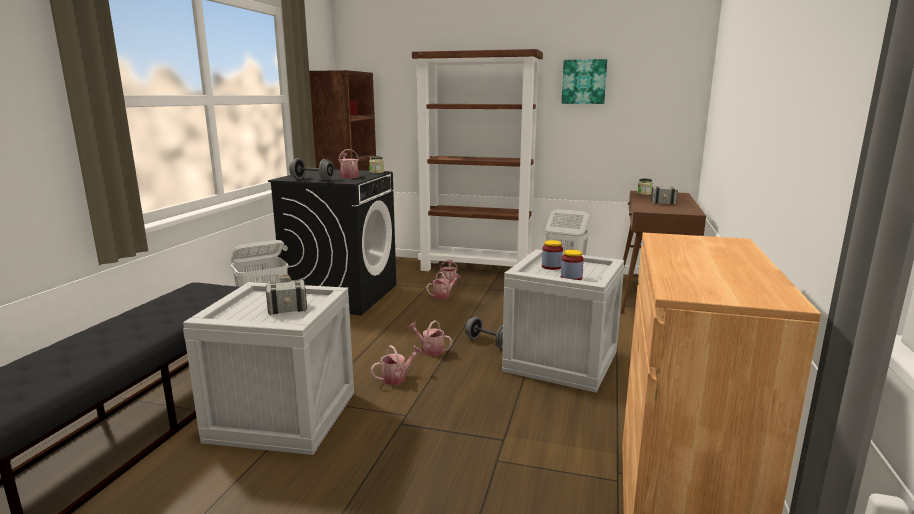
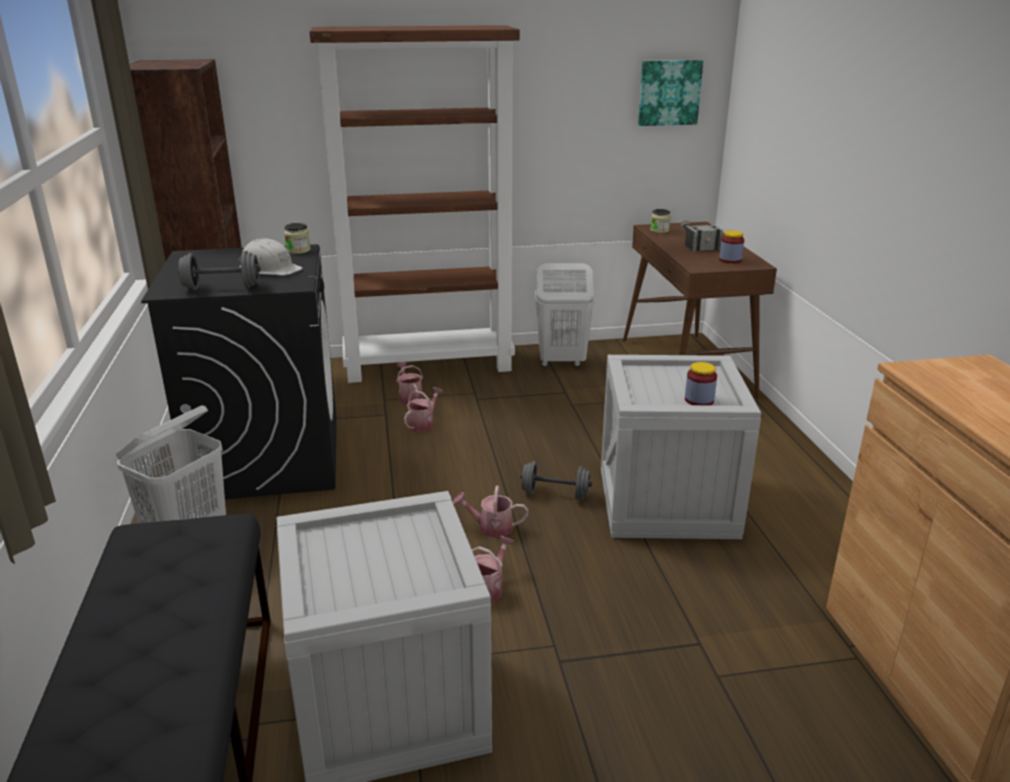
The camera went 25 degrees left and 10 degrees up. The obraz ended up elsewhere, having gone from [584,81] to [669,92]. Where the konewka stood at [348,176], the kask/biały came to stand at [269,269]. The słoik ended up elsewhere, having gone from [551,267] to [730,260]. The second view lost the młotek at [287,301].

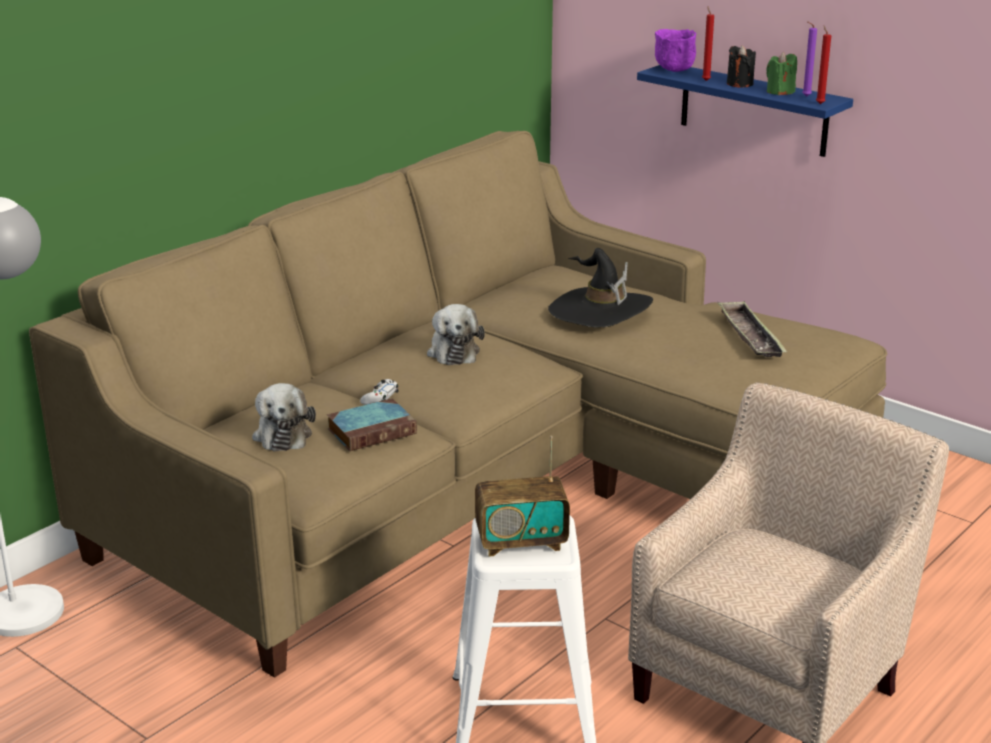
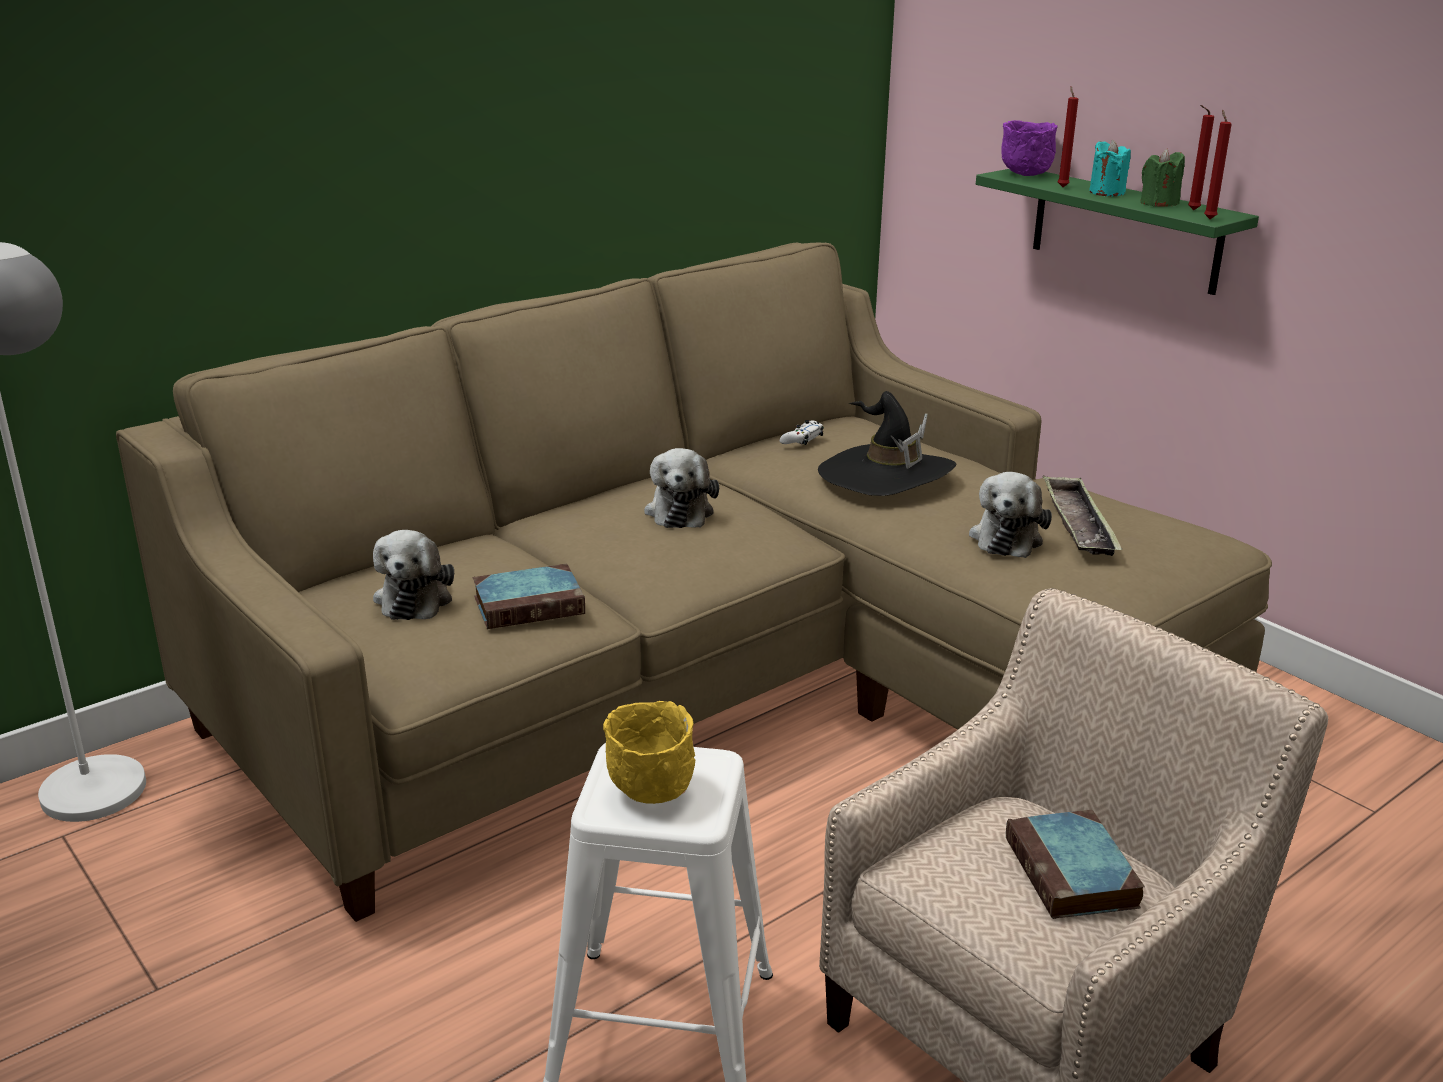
The camera went 10 degrees right and 0 degrees up. What was the świeca/fioletowy at [805,96] turned into the świeca/czerwony at [1191,210]. What was the świeca/czarny at [739,84] turned into the świeca/turkusowy at [1107,192]. What was the półka/niebieski at [753,110] turned into the półka/zielony at [1125,230]. The pad do gier/biały ended up elsewhere, having gone from [380,397] to [802,439]. Where the radio stood at [521,542], the miska/żółty came to stand at [652,790]. The second view gained the pluszak at [1007,537]. The second view gained the książka at [1073,874].

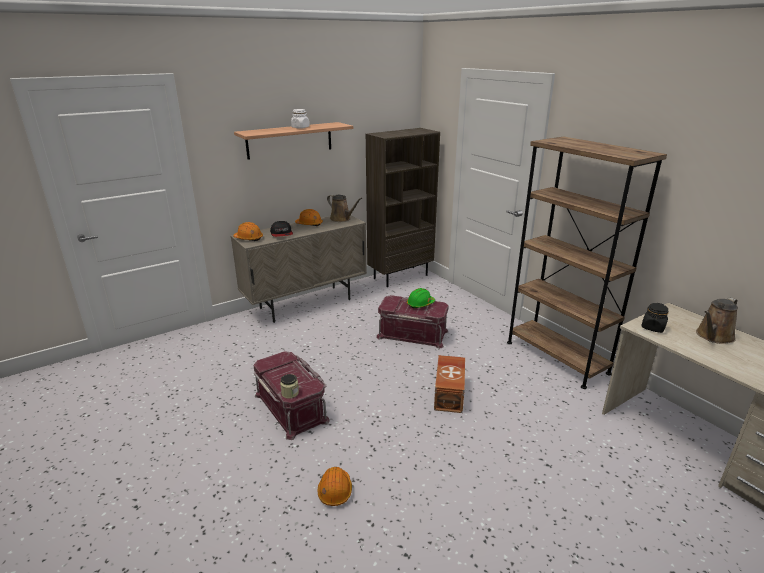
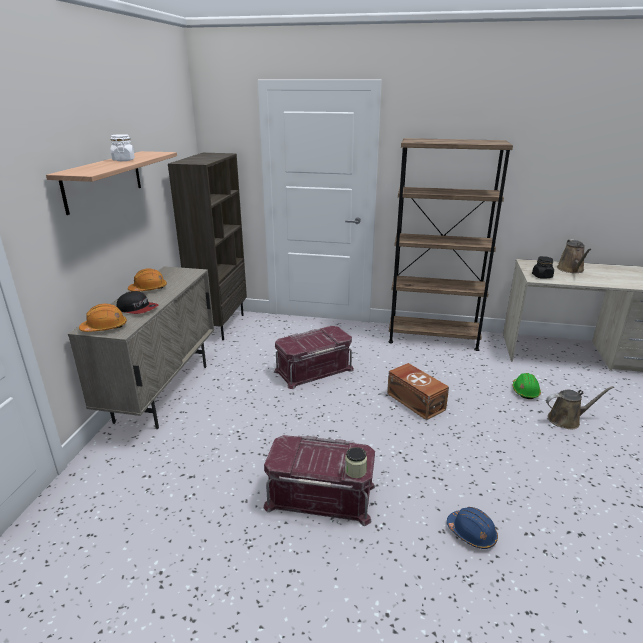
The camera went 45 degrees left and 0 degrees up. The konewka/brązowy ended up elsewhere, having gone from [342,219] to [567,420]. The kask/zielony ended up elsewhere, having gone from [420,304] to [525,391]. What was the kask/pomarańczowy at [335,491] turned into the kask/niebieski at [471,533].

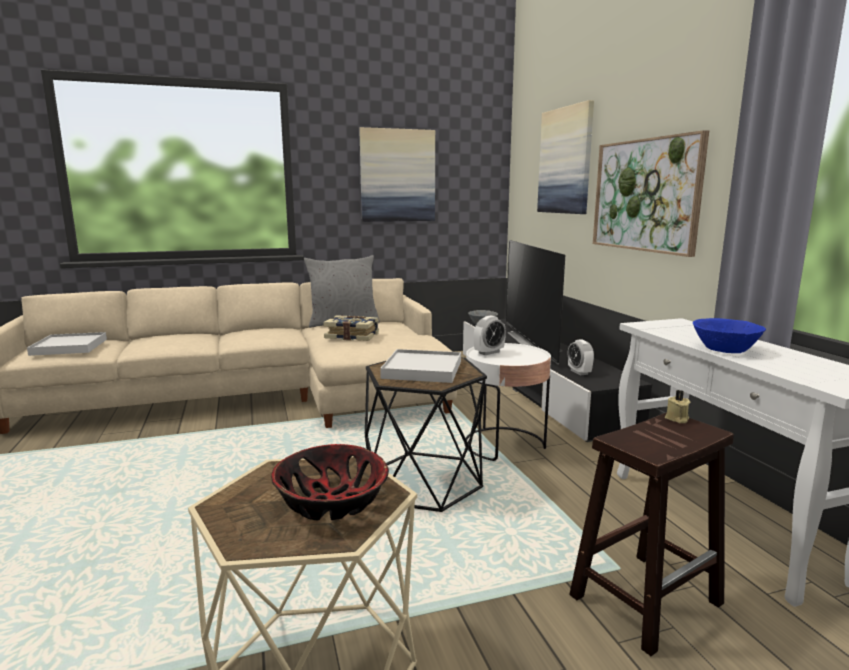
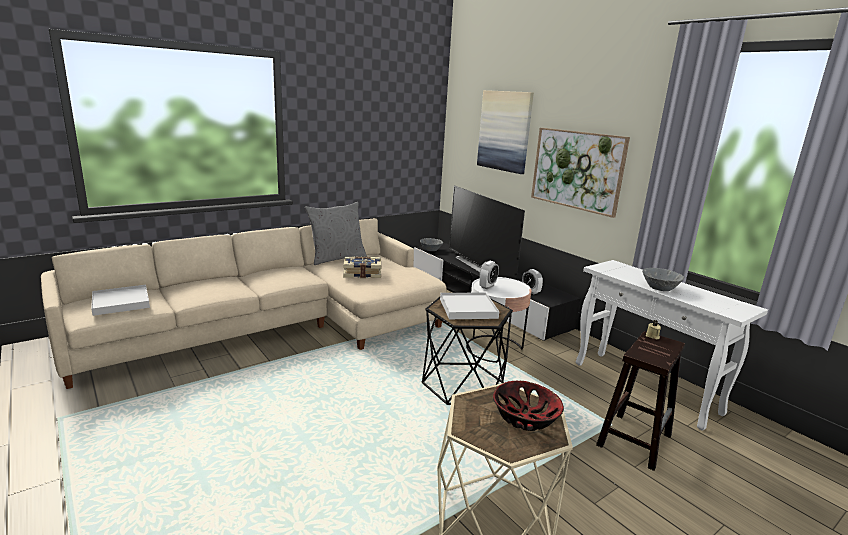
The camera went 20 degrees left and 5 degrees up. The second view lost the obraz at [397,176]. What was the miska/niebieski at [724,349] turned into the miska/szary at [659,288].

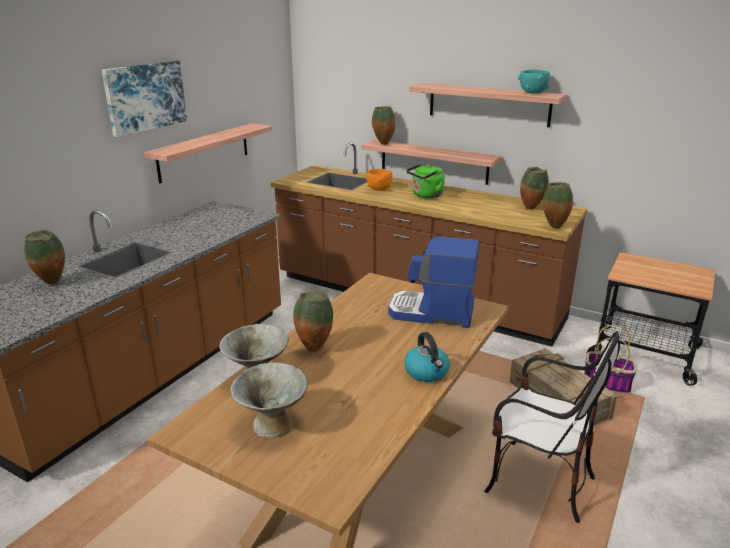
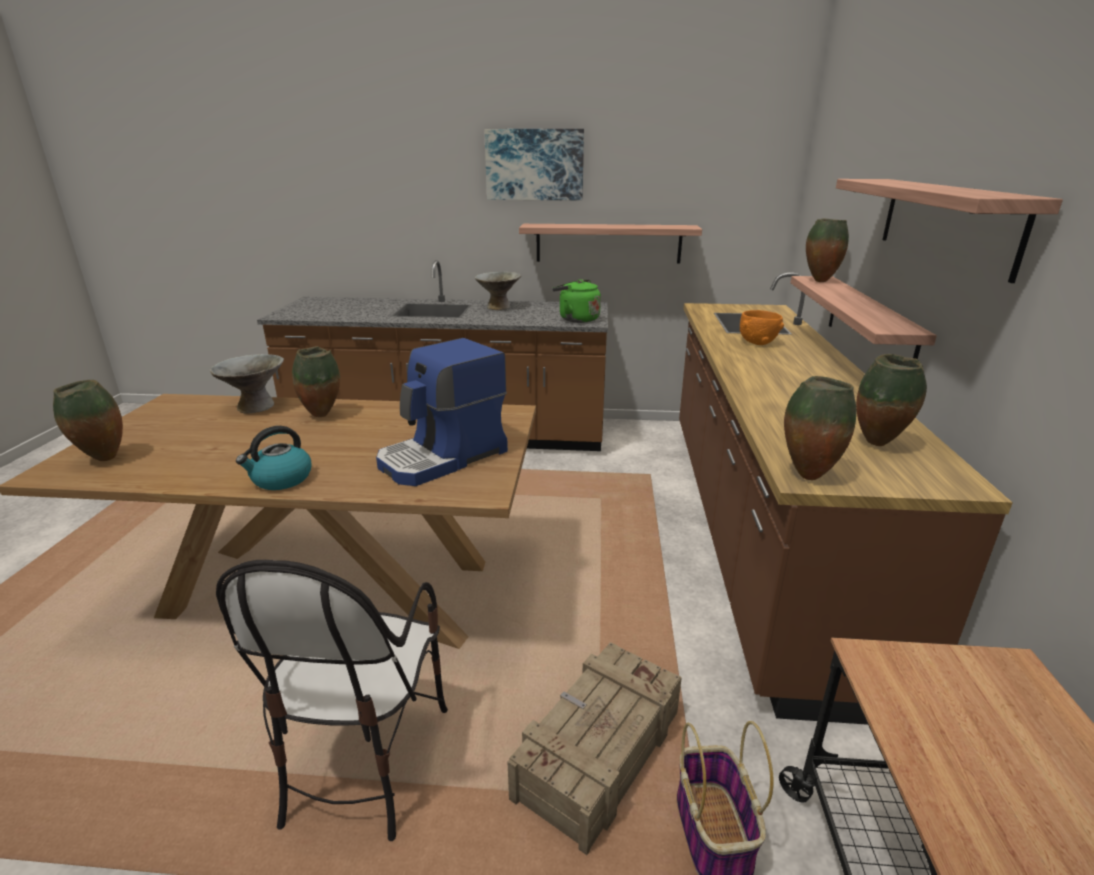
The camera went 65 degrees right and 0 degrees up. The second view lost the miska/turkusowy at [532,93]. The czajnik/zielony ended up elsewhere, having gone from [426,195] to [576,319]. The wazon ended up elsewhere, having gone from [52,283] to [103,460]. The ekspres do kawy at [432,313] ended up facing another way, 120 degrees counterclockwise from before. The miska/szary ended up elsewhere, having gone from [273,425] to [499,307].

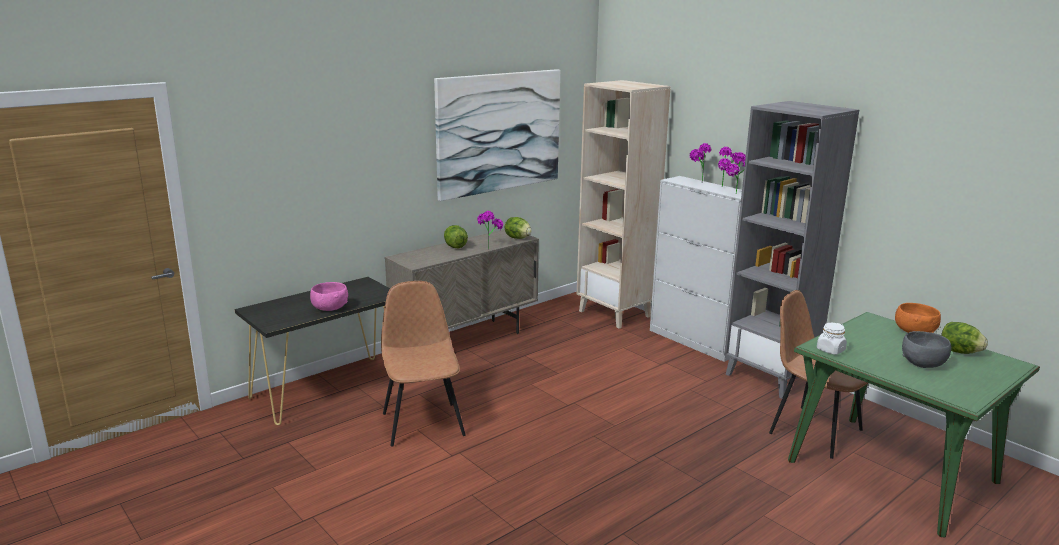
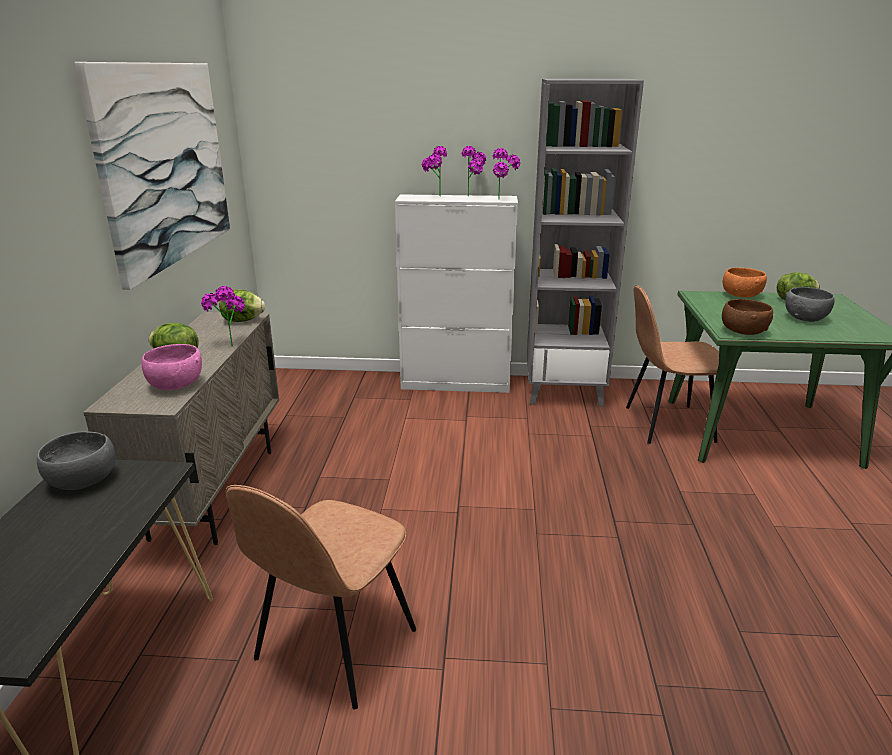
The camera went 45 degrees left and 5 degrees up. The second view lost the regał/beżowy at [615,314]. The krzesło/brązowy at [423,423] ended up facing another way, 90 degrees counterclockwise from before. The miska/różowy ended up elsewhere, having gone from [329,308] to [175,385]. Where the słoik/biały stood at [830,350], the miska/brązowy came to stand at [743,332]. The second view gained the miska/szary at [83,481].

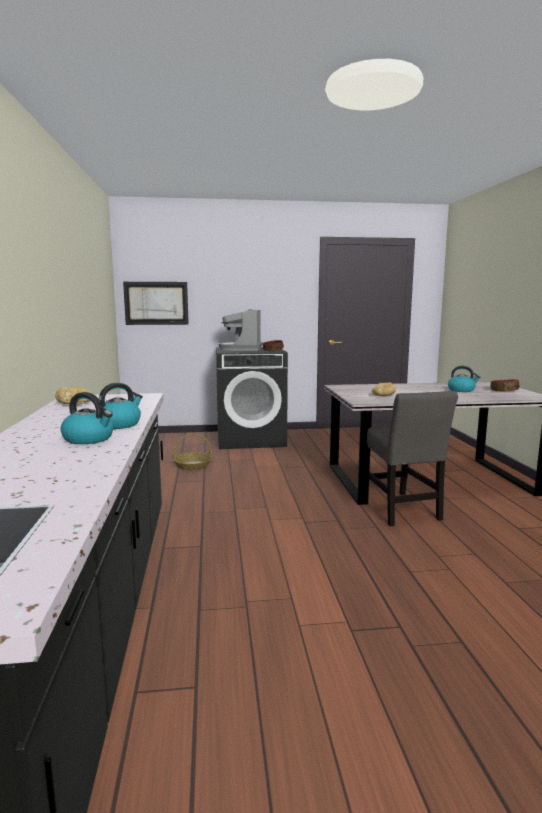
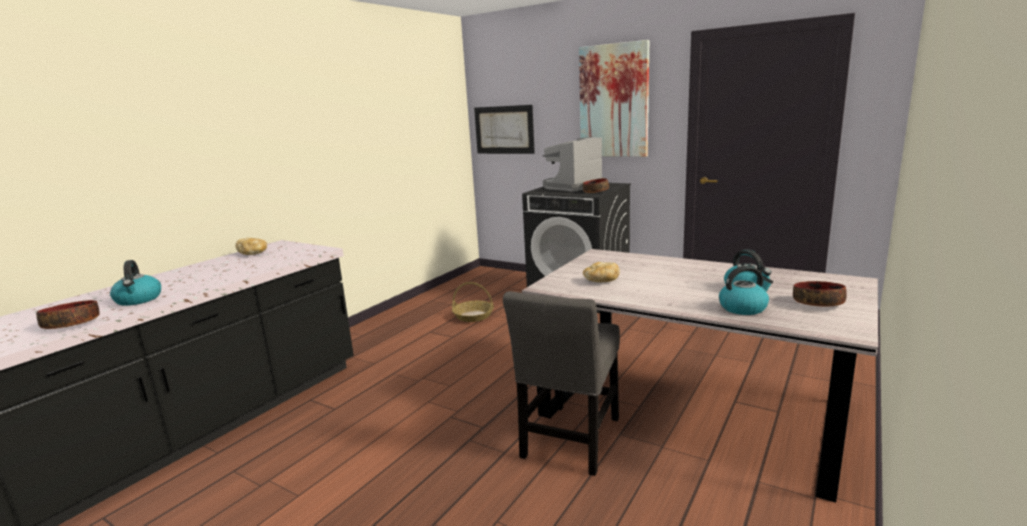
The camera went 40 degrees right and 5 degrees up. The czajnik ended up elsewhere, having gone from [119,424] to [743,308]. The second view gained the obraz at [613,101]. The second view gained the miska at [72,324].

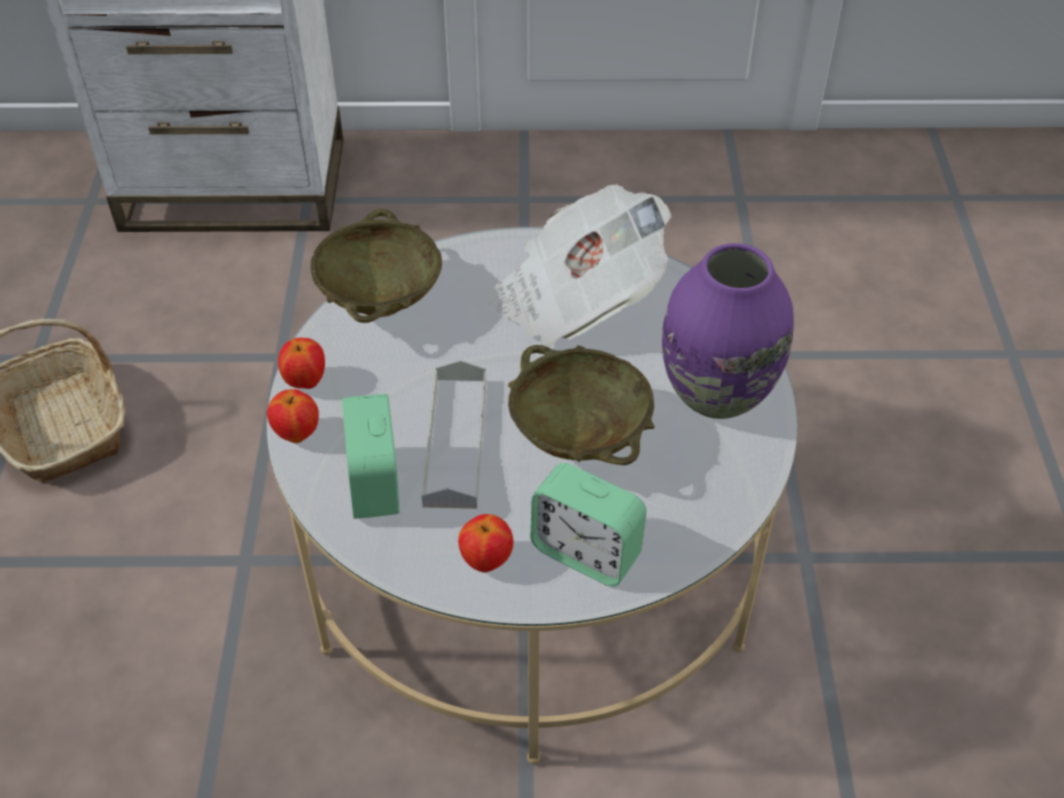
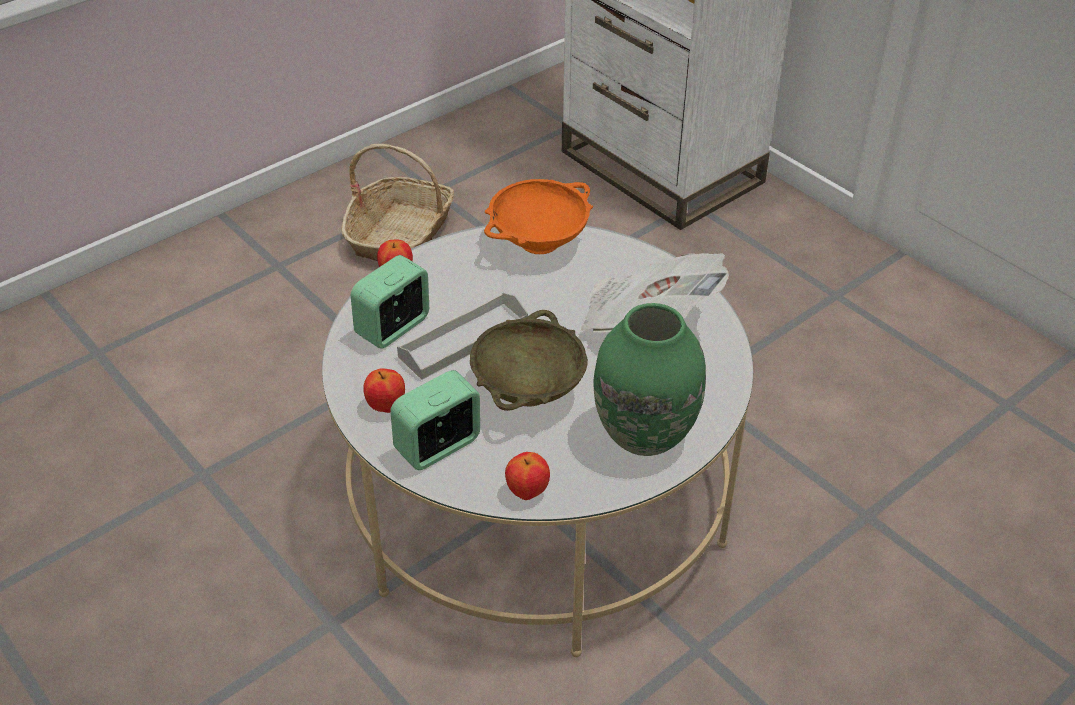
The camera went 50 degrees right and 5 degrees down. What was the miska/beżowy at [380,300] turned into the miska/pomarańczowy at [539,242]. What was the wazon/fioletowy at [715,394] turned into the wazon/zielony at [643,434]. The jabłko ended up elsewhere, having gone from [305,382] to [527,492]. The budzik at [586,552] ended up facing another way, 60 degrees clockwise from before.

